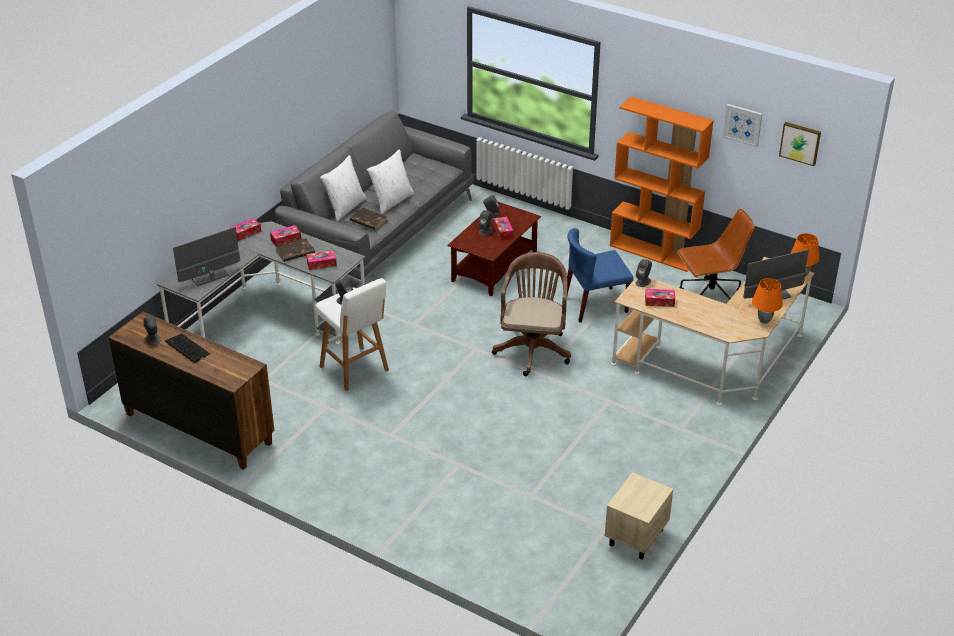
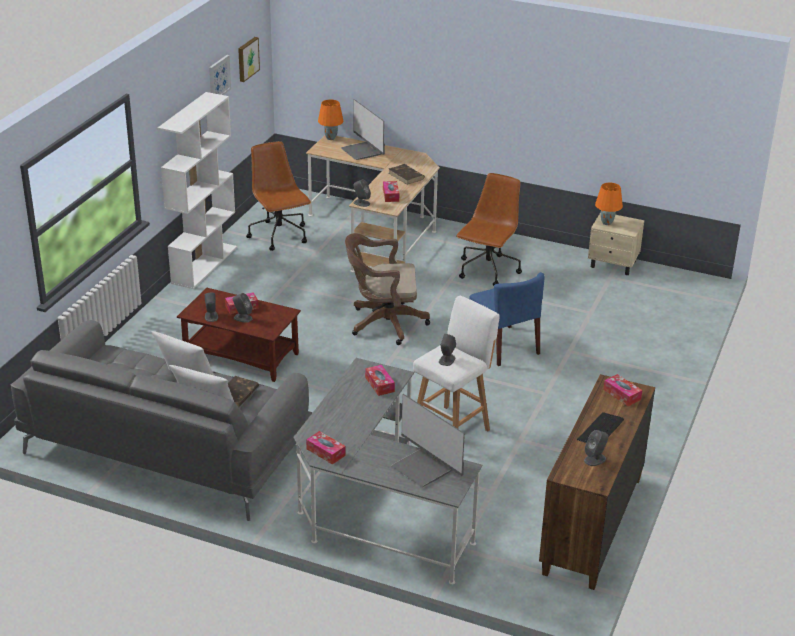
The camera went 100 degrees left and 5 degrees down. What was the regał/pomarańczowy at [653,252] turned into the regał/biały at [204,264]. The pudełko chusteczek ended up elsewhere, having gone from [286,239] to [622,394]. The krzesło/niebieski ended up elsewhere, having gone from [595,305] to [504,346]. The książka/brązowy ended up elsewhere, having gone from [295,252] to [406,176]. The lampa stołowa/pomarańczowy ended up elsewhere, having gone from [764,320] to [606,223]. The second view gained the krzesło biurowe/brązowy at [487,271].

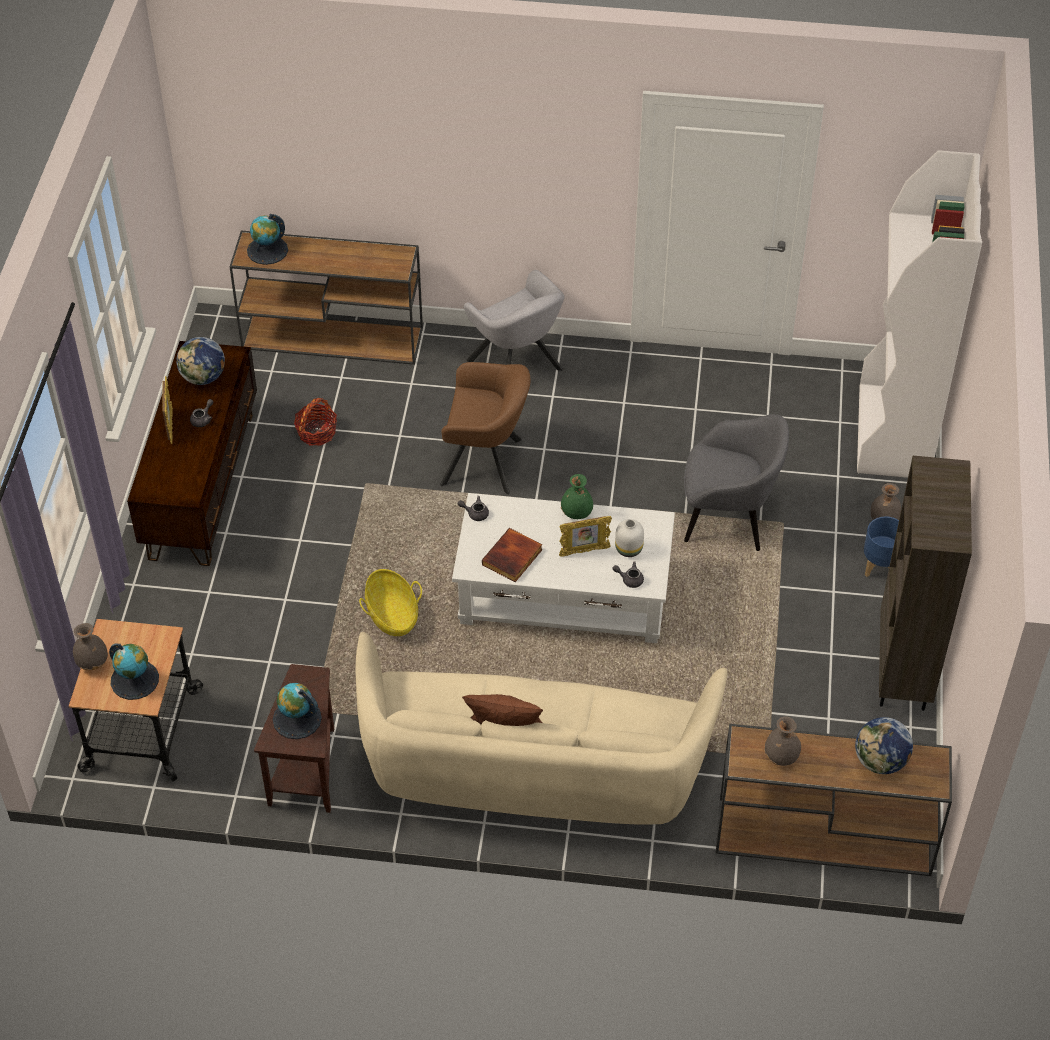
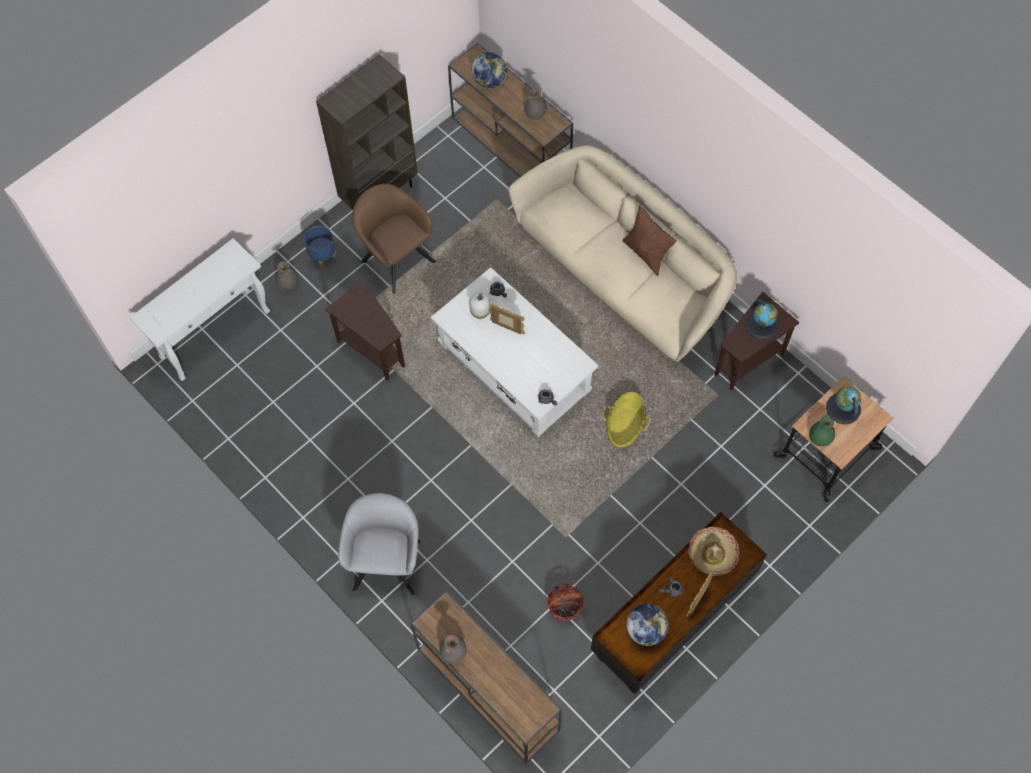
The camera went 140 degrees left and 15 degrees up. Where the regał/biały stood at [894,433], the stolik konsolowy/biały came to stand at [216,333]. The second view lost the globus at [267,250]. The fotel/brązowy ended up elsewhere, having gone from [487,463] to [396,258]. Where the fotel/szary stood at [728,518], the stolik/brązowy came to stand at [372,348]. The wazon/zielony ended up elsewhere, having gone from [576,513] to [820,438]. The second view lost the książka at [513,558]. The wazon/szary ended up elsewhere, having gone from [93,662] to [453,652]. The second view gained the kapelusz at [712,553].

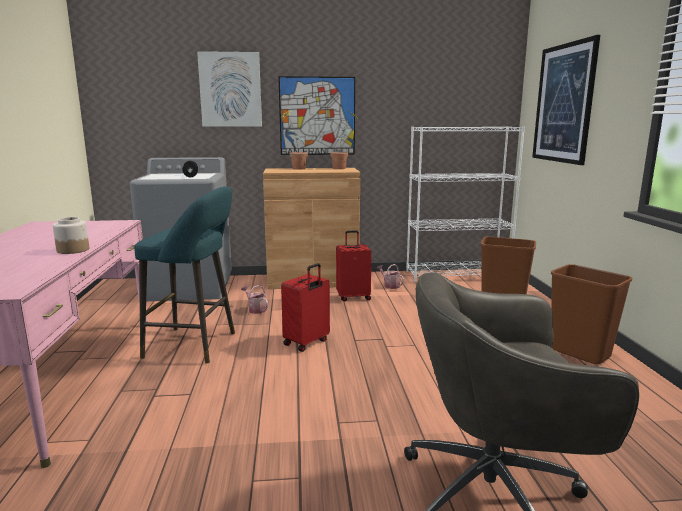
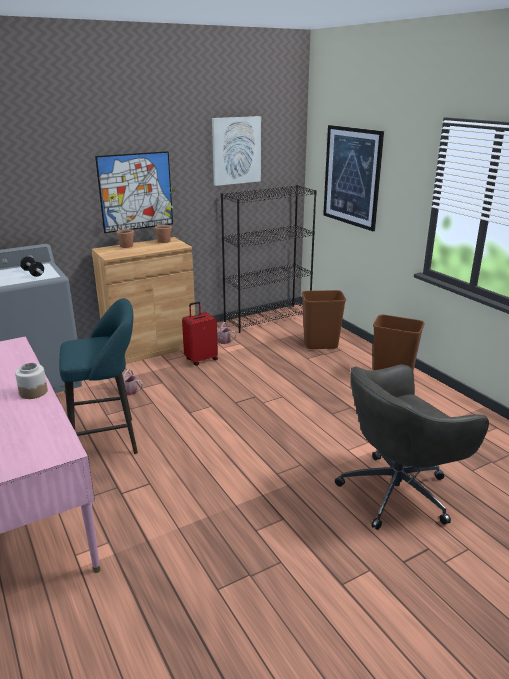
The camera went 25 degrees left and 10 degrees up. The obraz ended up elsewhere, having gone from [230,90] to [236,150]. What was the regał/biały at [457,275] turned into the regał/czarny at [268,318]. The second view lost the walizka/czerwony at [307,343].

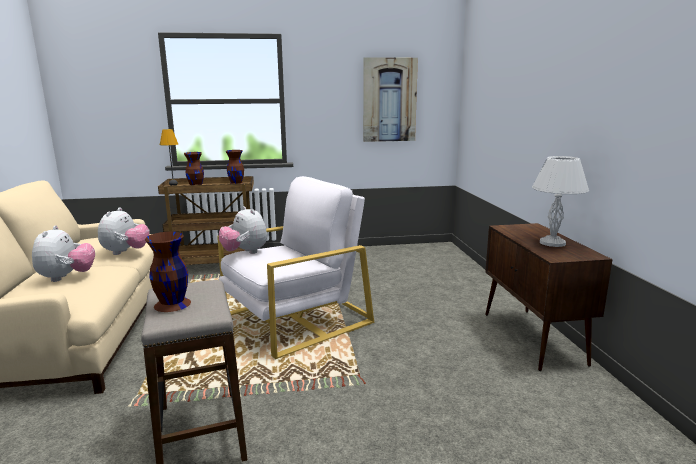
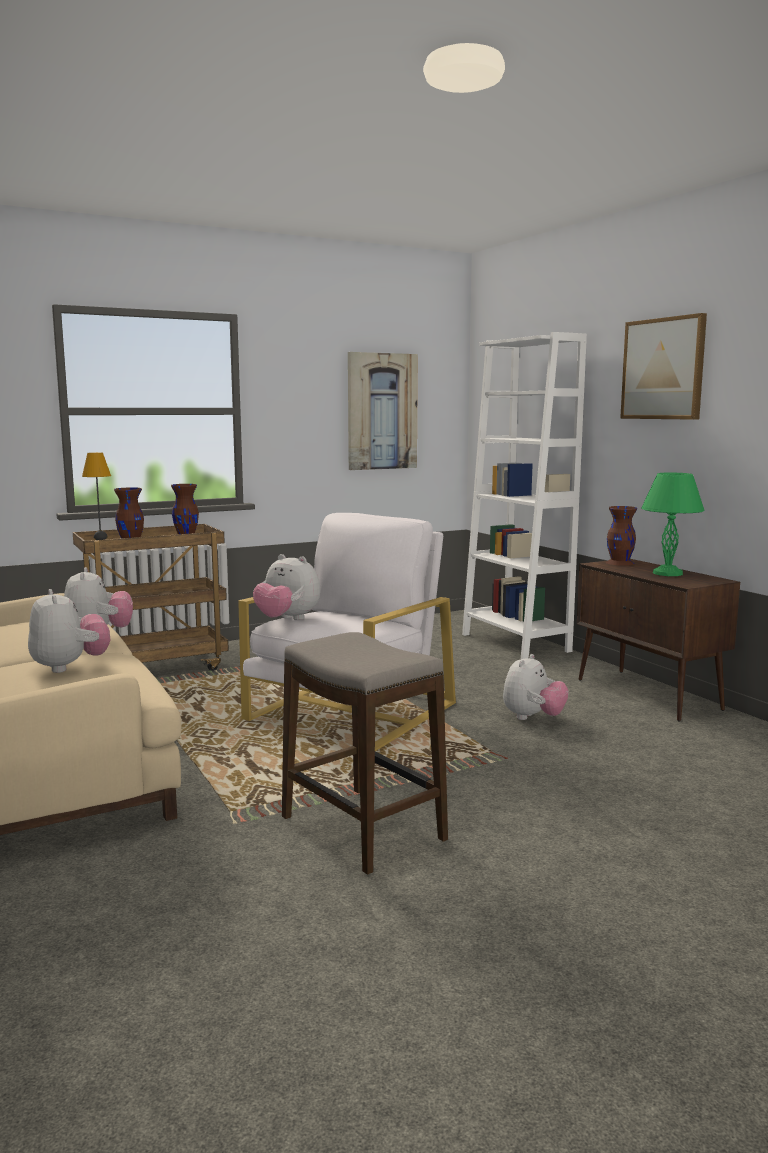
The camera went 20 degrees left and 5 degrees down. What was the lampa stołowa/biały at [553,243] turned into the lampa stołowa/zielony at [668,573]. The wazon/brązowy ended up elsewhere, having gone from [172,304] to [620,563]. The second view gained the obraz at [663,369]. The second view gained the regał/biały at [515,643]. The second view gained the pluszak at [533,718].

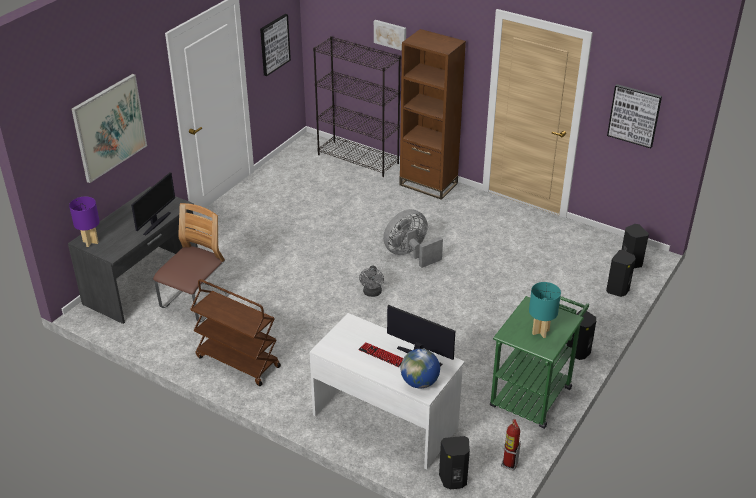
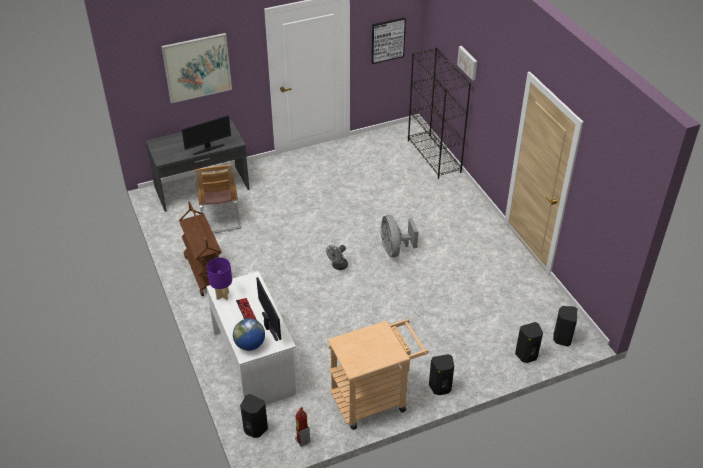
The camera went 35 degrees right and 5 degrees up. The second view lost the regał/brązowy at [428,184]. The second view lost the obraz at [634,115]. The lampa stołowa/fioletowy ended up elsewhere, having gone from [91,242] to [223,296]. The krzesło at [195,302] ended up facing another way, 105 degrees clockwise from before. The wentylator/szary at [410,254] ended up facing another way, 105 degrees counterclockwise from before. The second view lost the lampa stołowa/turkusowy at [540,332]. What was the wózek/zielony at [534,392] turned into the wózek/beżowy at [375,399].

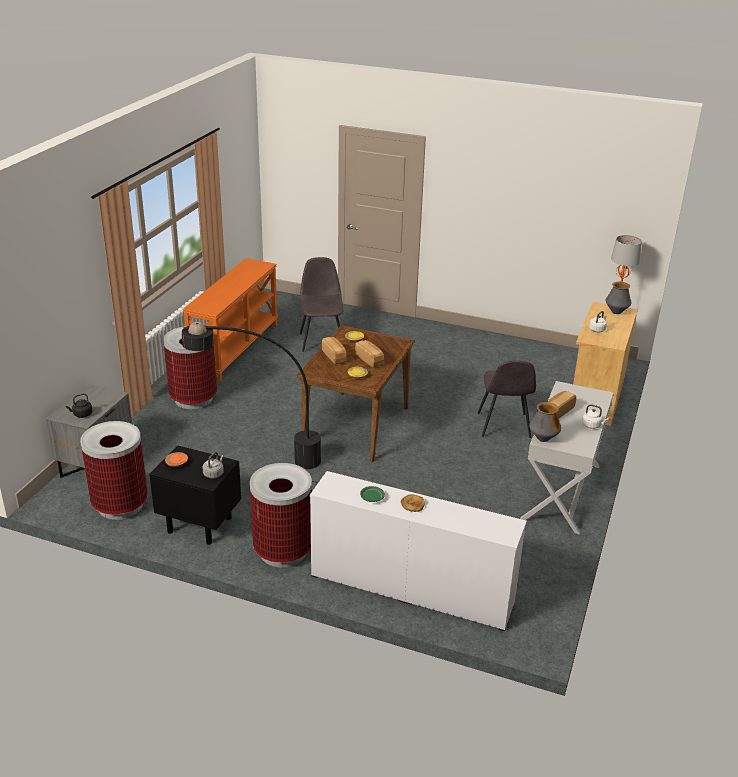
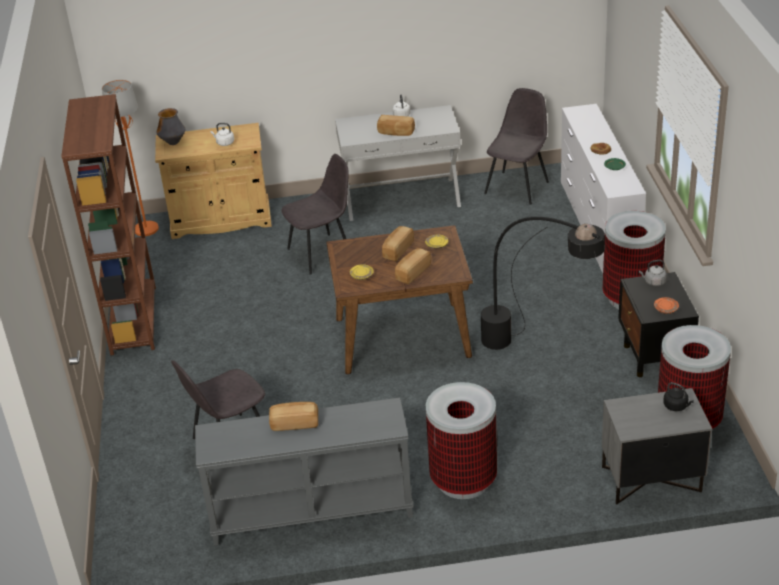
The camera went 115 degrees left and 5 degrees up. What was the stolik konsolowy/pomarańczowy at [234,348] turned into the stolik konsolowy/szary at [311,513]. The second view lost the wazon at [543,439]. The second view gained the krzesło/szary at [517,187]. The second view gained the regał/brązowy at [133,320]. The second view gained the chleb at [295,423].

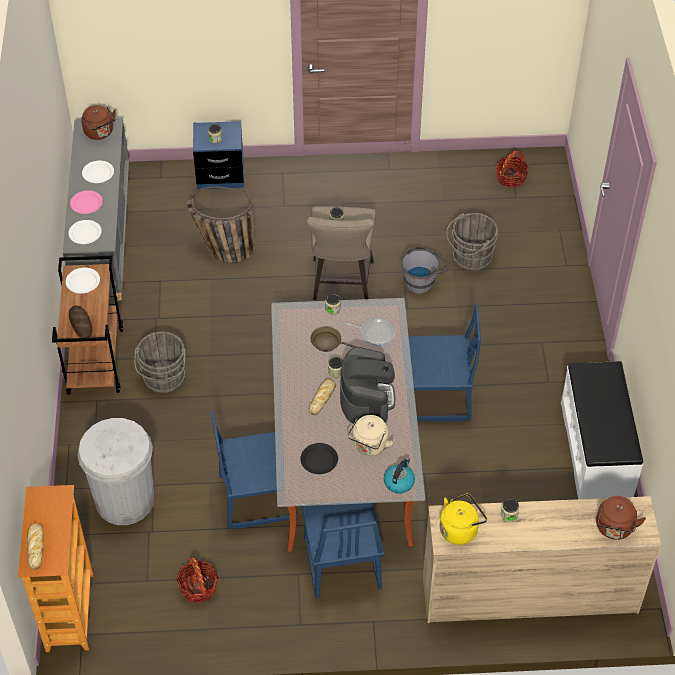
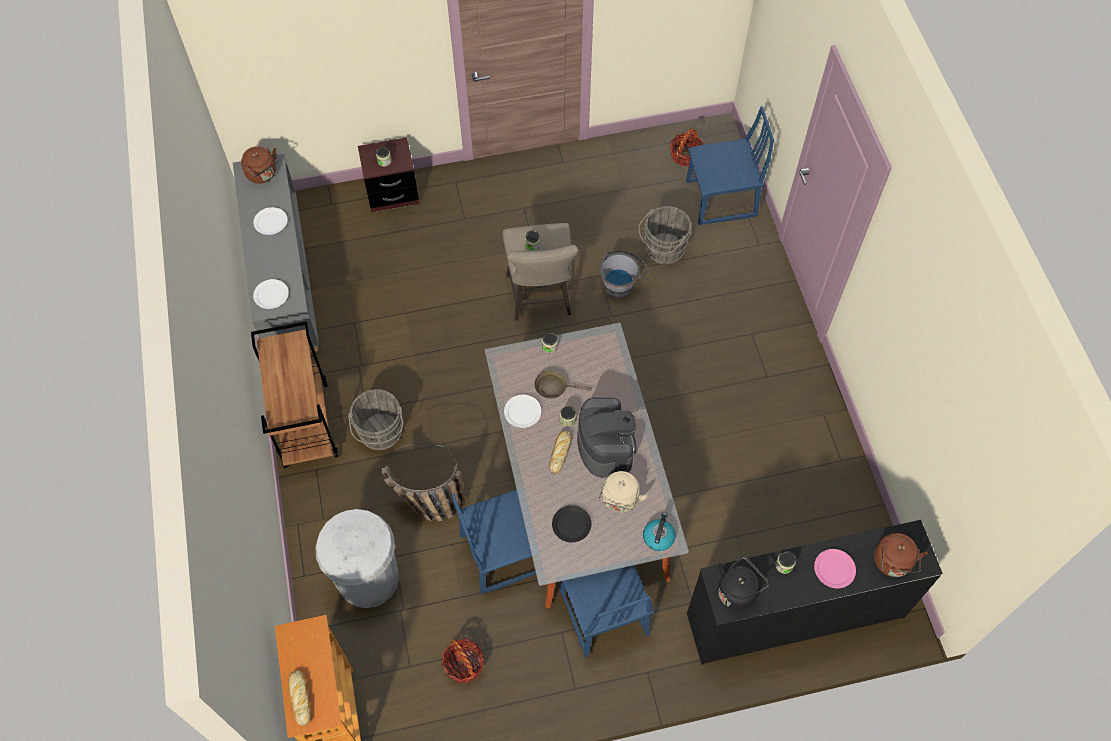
The camera went 10 degrees left and 10 degrees up. What was the szafka nocna/niebieski at [220,175] turned into the szafka nocna/brązowy at [392,193]. The koszyk ended up elsewhere, having gone from [221,251] to [426,505]. The talerz/różowy ended up elsewhere, having gone from [87,203] to [834,569]. The talerz/biały ended up elsewhere, having gone from [83,282] to [522,412]. The krzesło/niebieski ended up elsewhere, having gone from [436,397] to [721,200]. The second view lost the chleb at [80,323]. The second view lost the patelnia at [376,333]. The second view lost the ławka/biały at [596,450]. What was the czajnik/żółty at [460,529] turned into the czajnik/czarny at [738,590]. What was the komoda/beżowy at [528,594] turned into the komoda/czarny at [794,614].

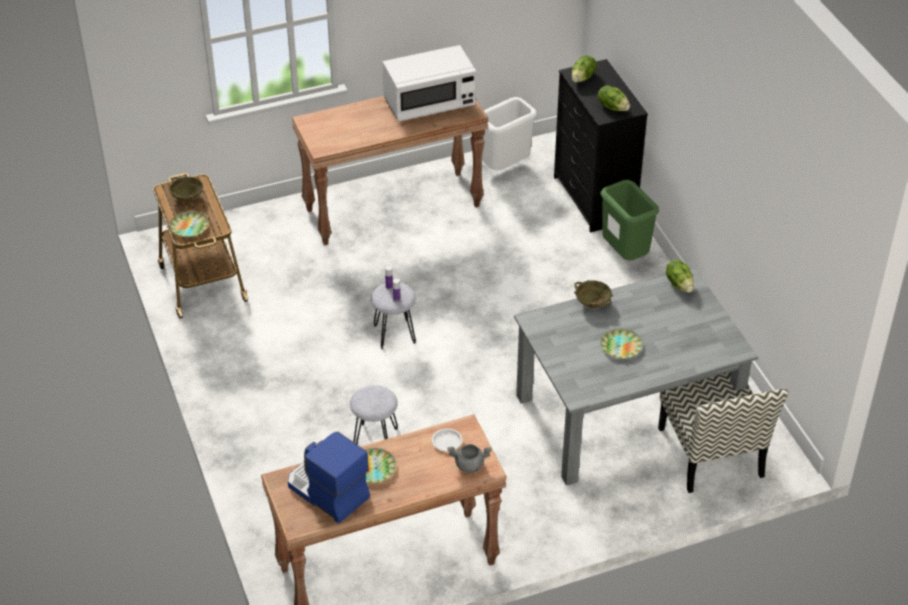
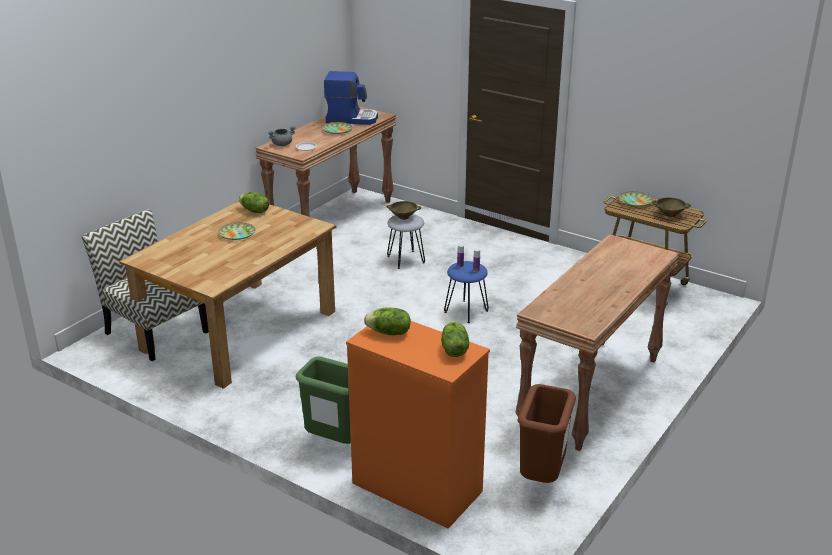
The camera went 145 degrees right and 15 degrees down. The second view lost the mikrofalówka/biały at [429,104]. What was the komoda/czarny at [595,199] turned into the komoda/pomarańczowy at [416,487]. What was the kosz na śmieci/biały at [505,168] turned into the kosz na śmieci/brązowy at [542,478]. The sałata ended up elsewhere, having gone from [679,284] to [254,211]. What was the stół jadalny/szary at [625,415] turned into the stół jadalny/brązowy at [240,329]. The miska/beżowy ended up elsewhere, having gone from [592,303] to [403,217]. What was the stołek/szary at [394,334] turned into the stołek/niebieski at [466,311].

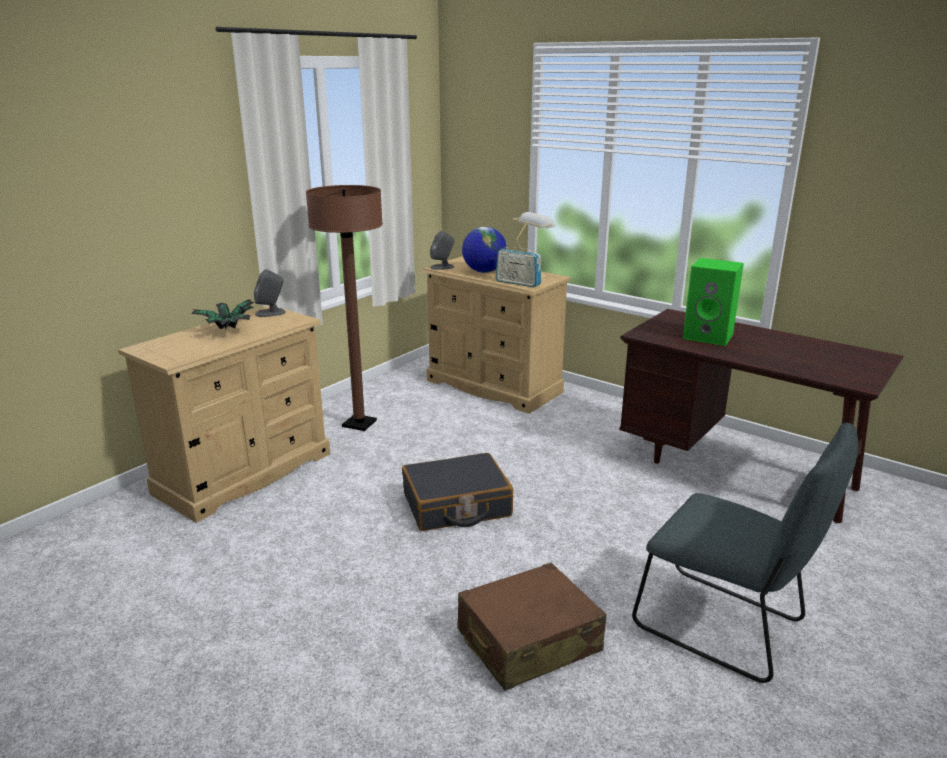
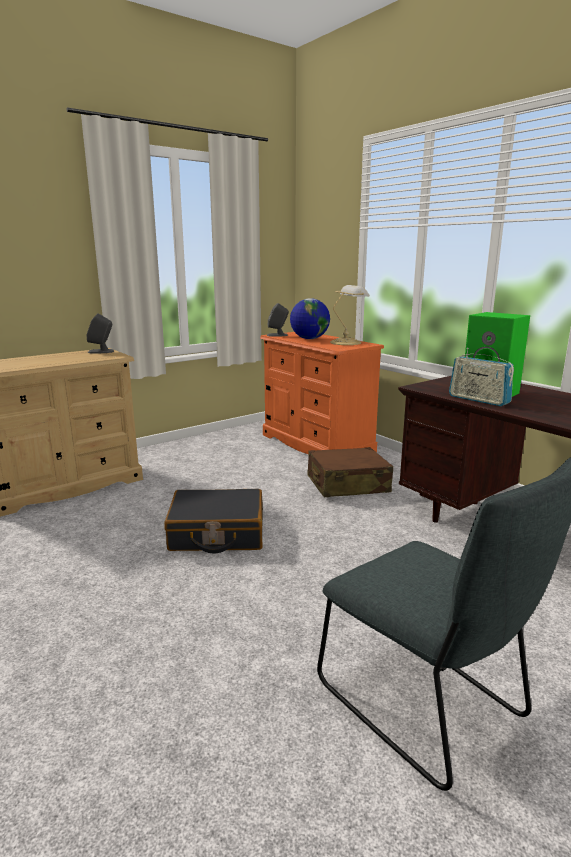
The camera went 15 degrees right and 5 degrees down. The second view lost the lampa stojąca/brązowy at [359,424]. The radio ended up elsewhere, having gone from [518,283] to [478,400]. What was the komoda/beżowy at [493,386] turned into the komoda/pomarańczowy at [316,444]. The second view lost the roślina doniczkowa at [227,331]. The walizka/brązowy ended up elsewhere, having gone from [528,641] to [347,484].

